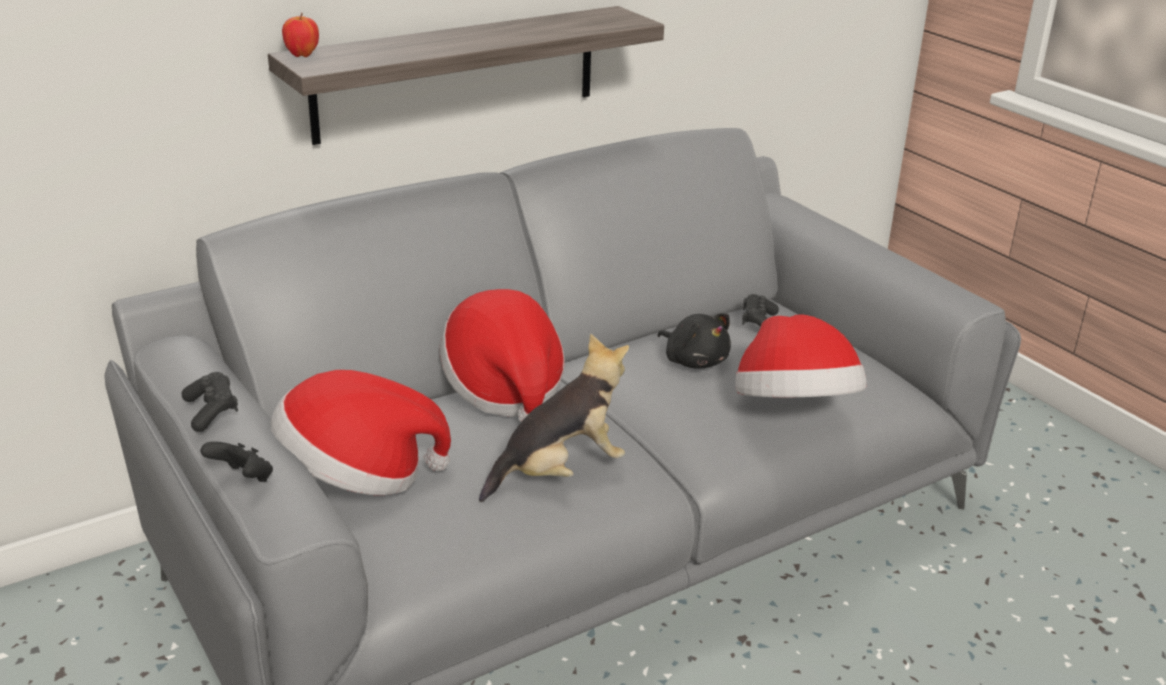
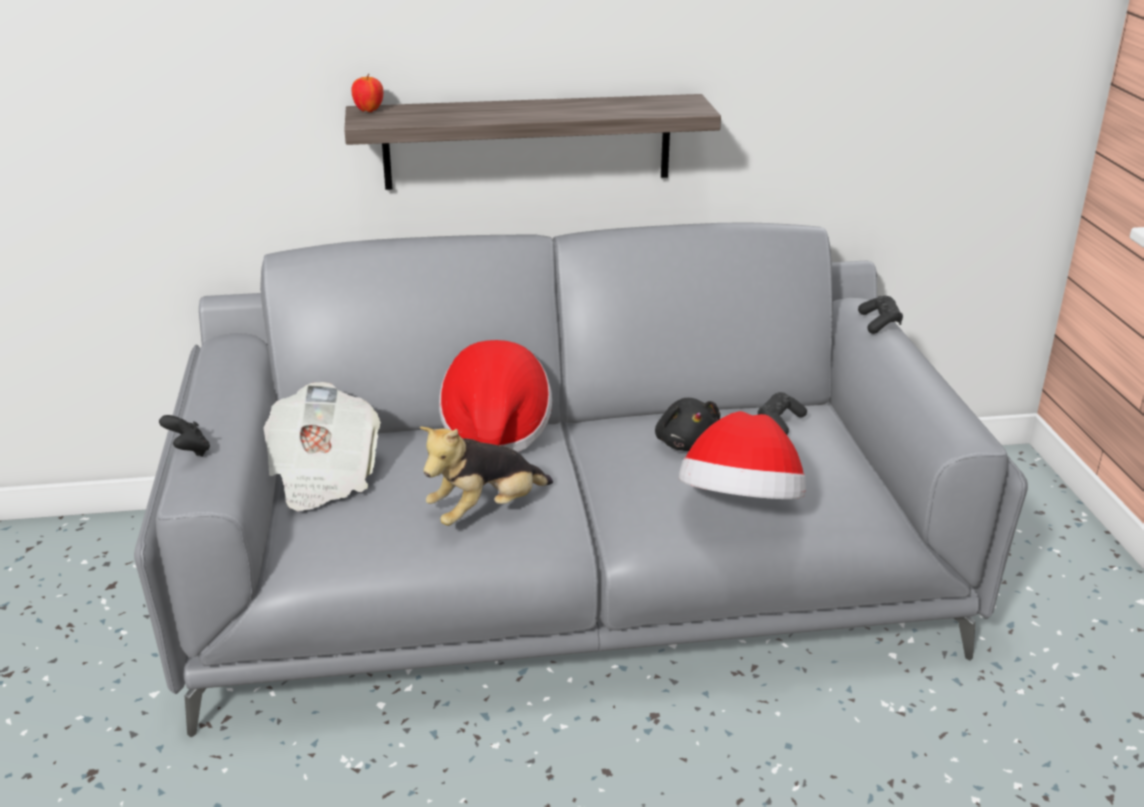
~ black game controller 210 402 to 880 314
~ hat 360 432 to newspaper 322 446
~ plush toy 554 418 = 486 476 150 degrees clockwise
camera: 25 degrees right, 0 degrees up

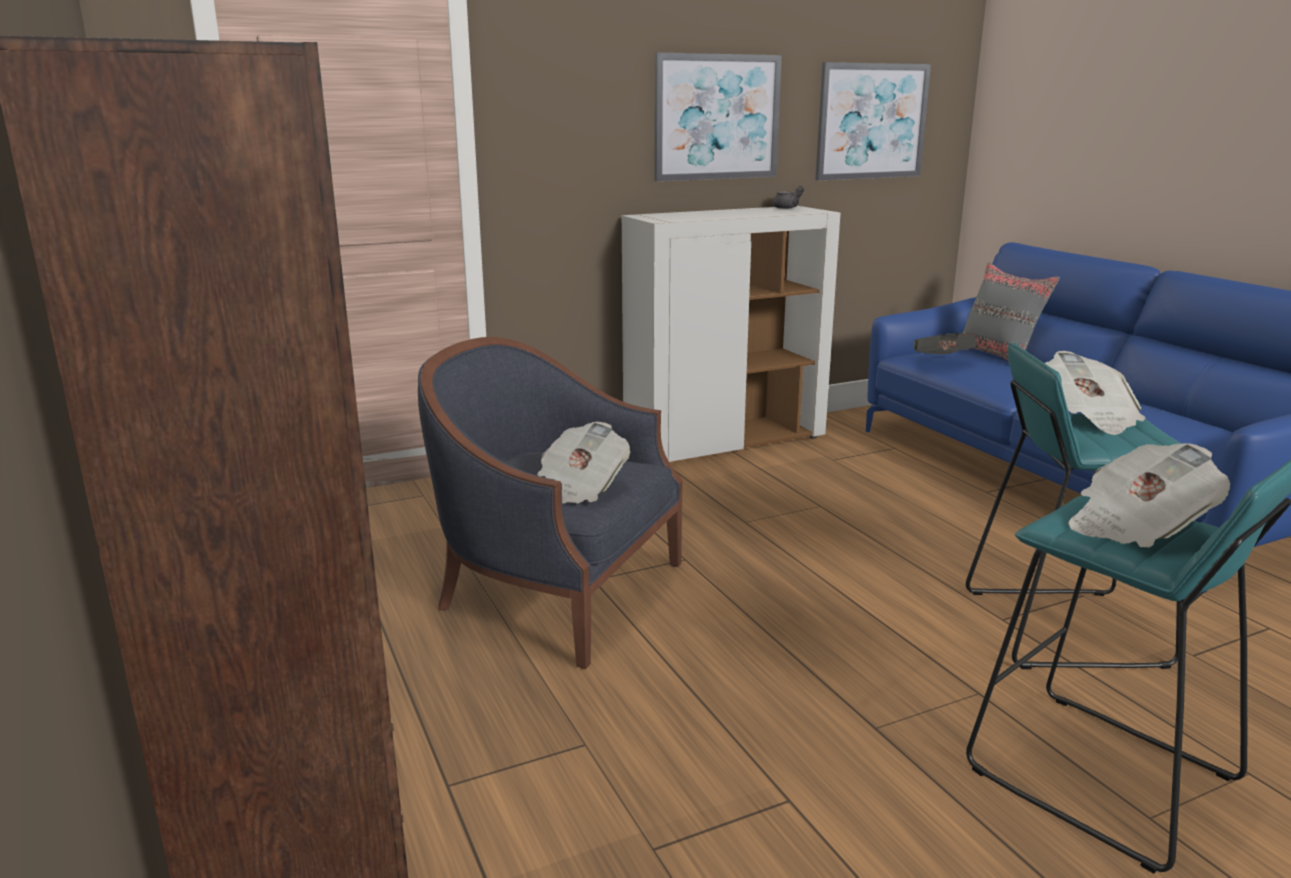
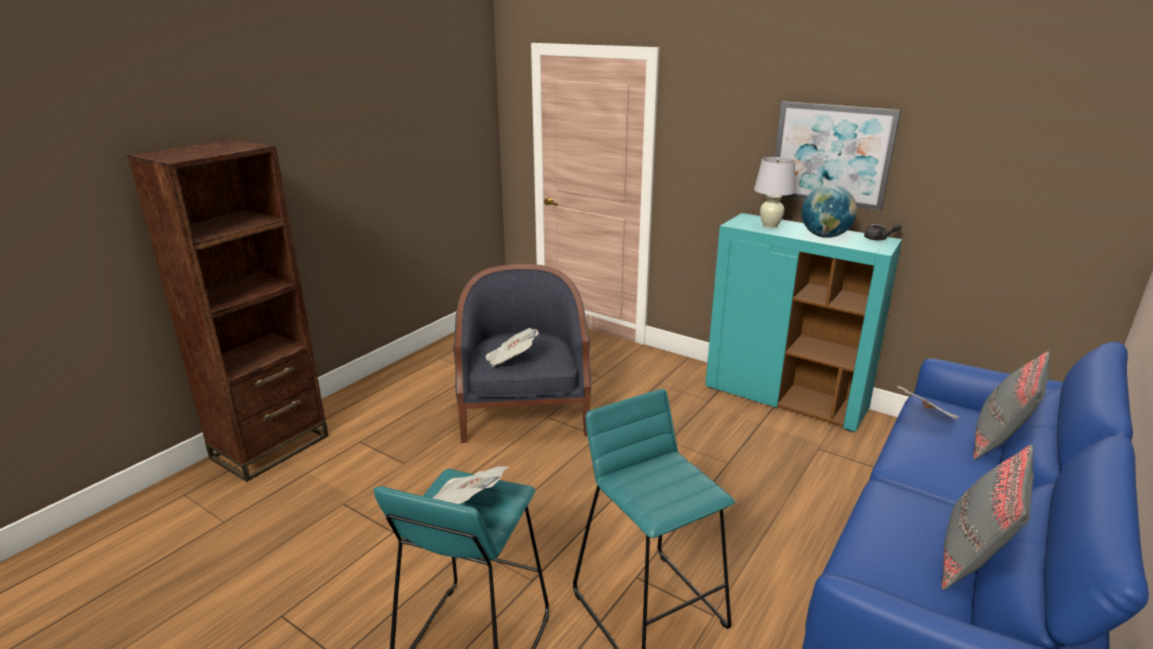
- picture 873 121
- newspaper 1095 393
+ white table lamp 775 192
+ globe 829 211
+ grey pillow 988 517
~ white cabinet 731 334 to turquoise cabinet 803 322
camera: 60 degrees right, 5 degrees up

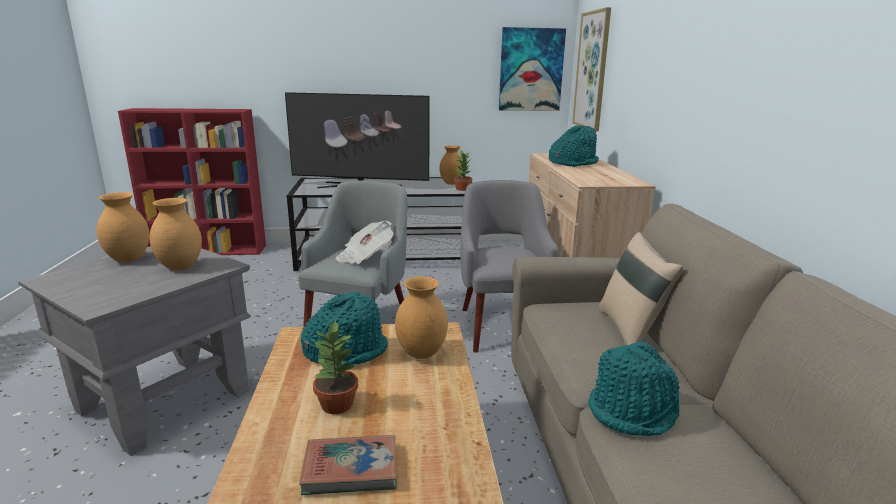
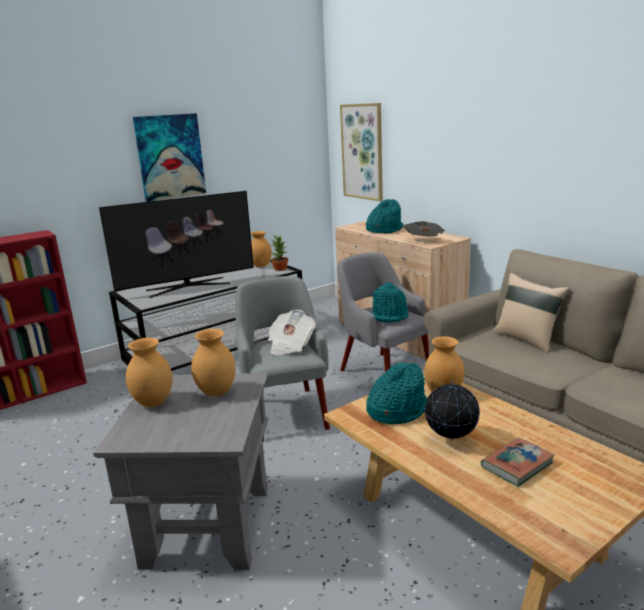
+ newspaper 424 229
~ picture 532 69 to 169 157
~ turquoise hat 634 388 to 389 302
~ potted plant 335 367 to globe 452 410
camera: 30 degrees left, 0 degrees up

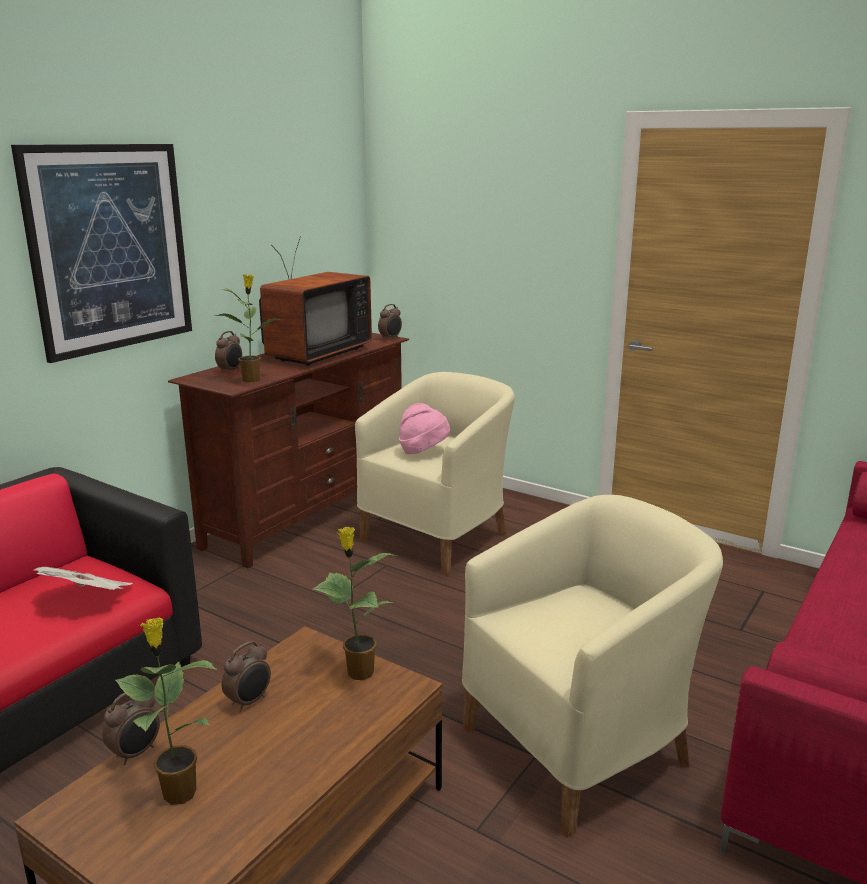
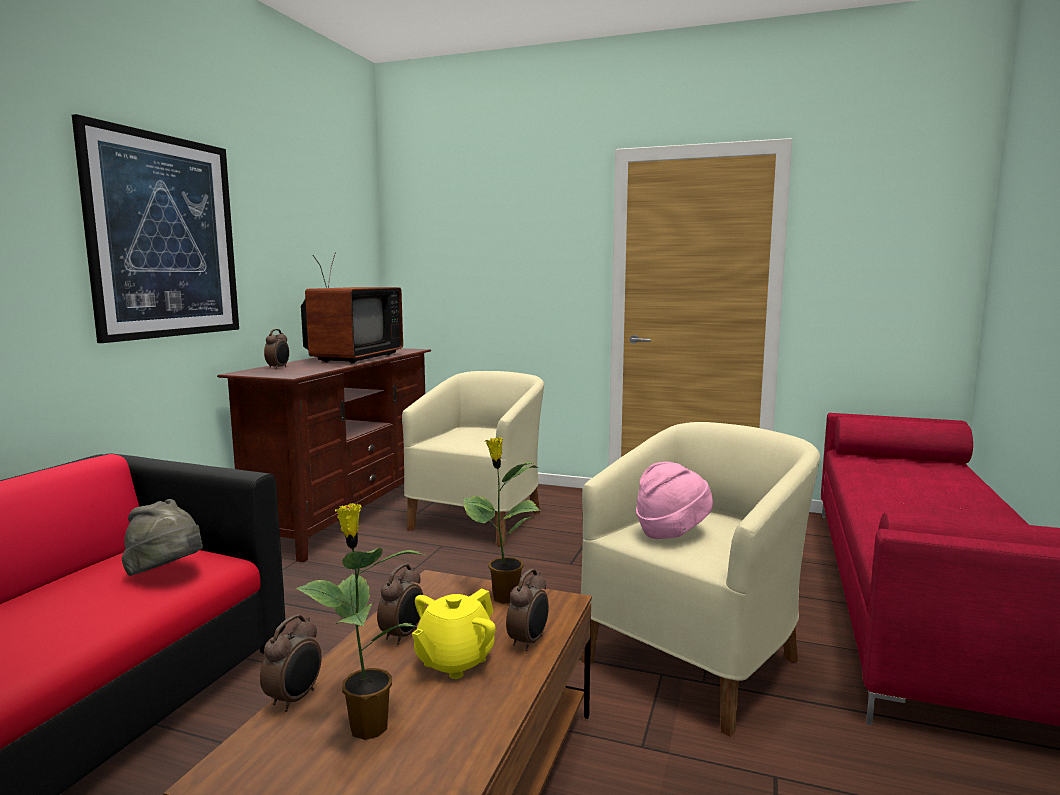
- potted plant 250 328
+ yellow teapot 454 633
~ alarm clock 390 322 to 527 610
~ pink hat 424 428 to 674 500
~ newspaper 83 578 to grey hat 162 537
camera: 15 degrees left, 10 degrees down

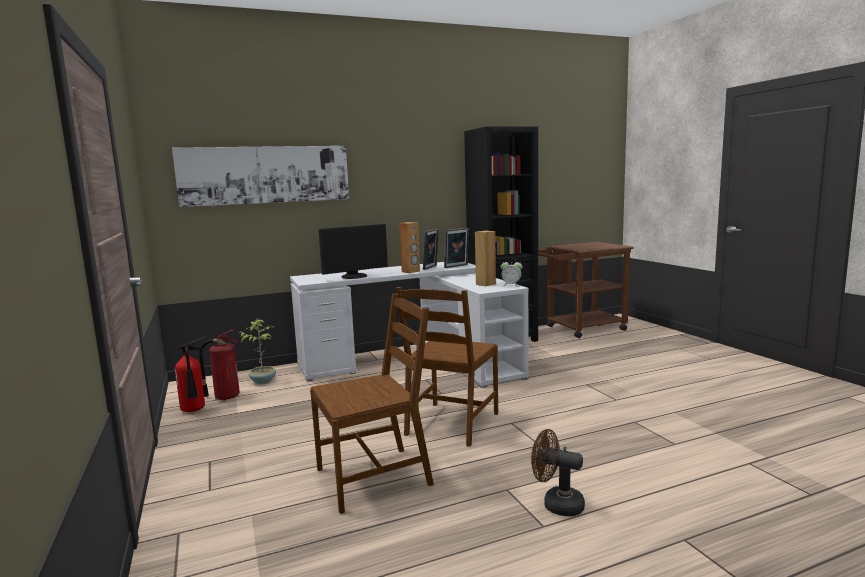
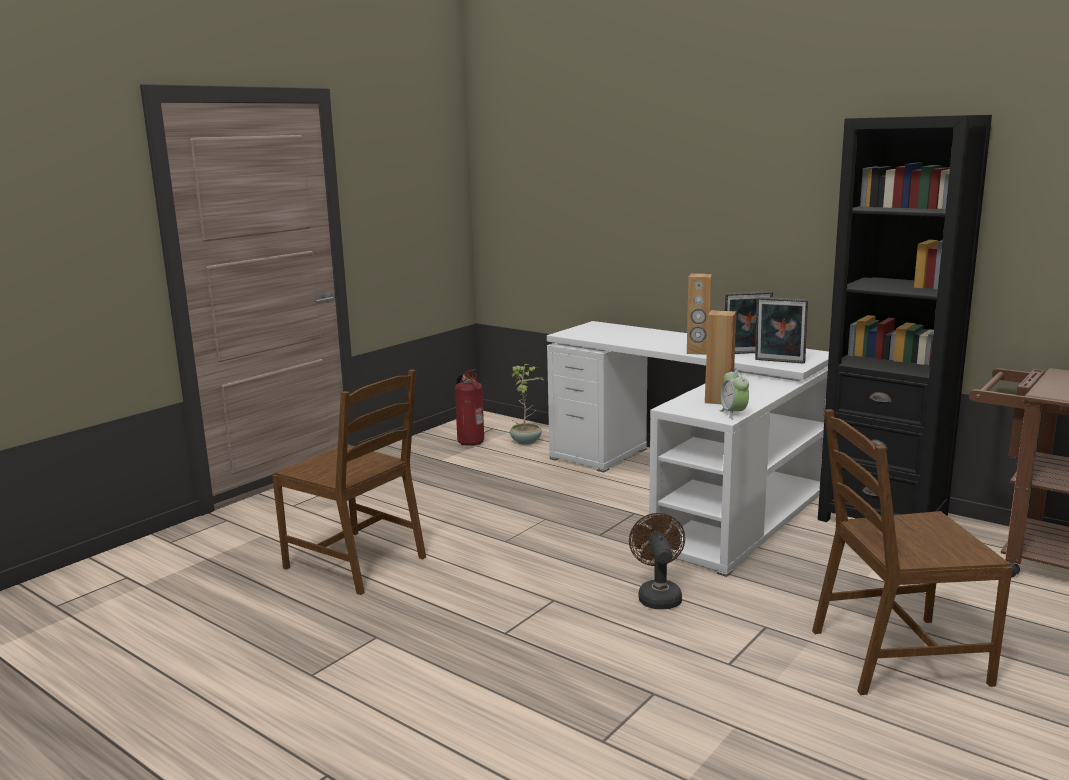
- picture 260 176
- fire extinguisher 191 374
- monitor 353 251
~ brown chair 447 367 to 912 552
~ brown fan 558 473 to 657 561
camera: 60 degrees right, 5 degrees up

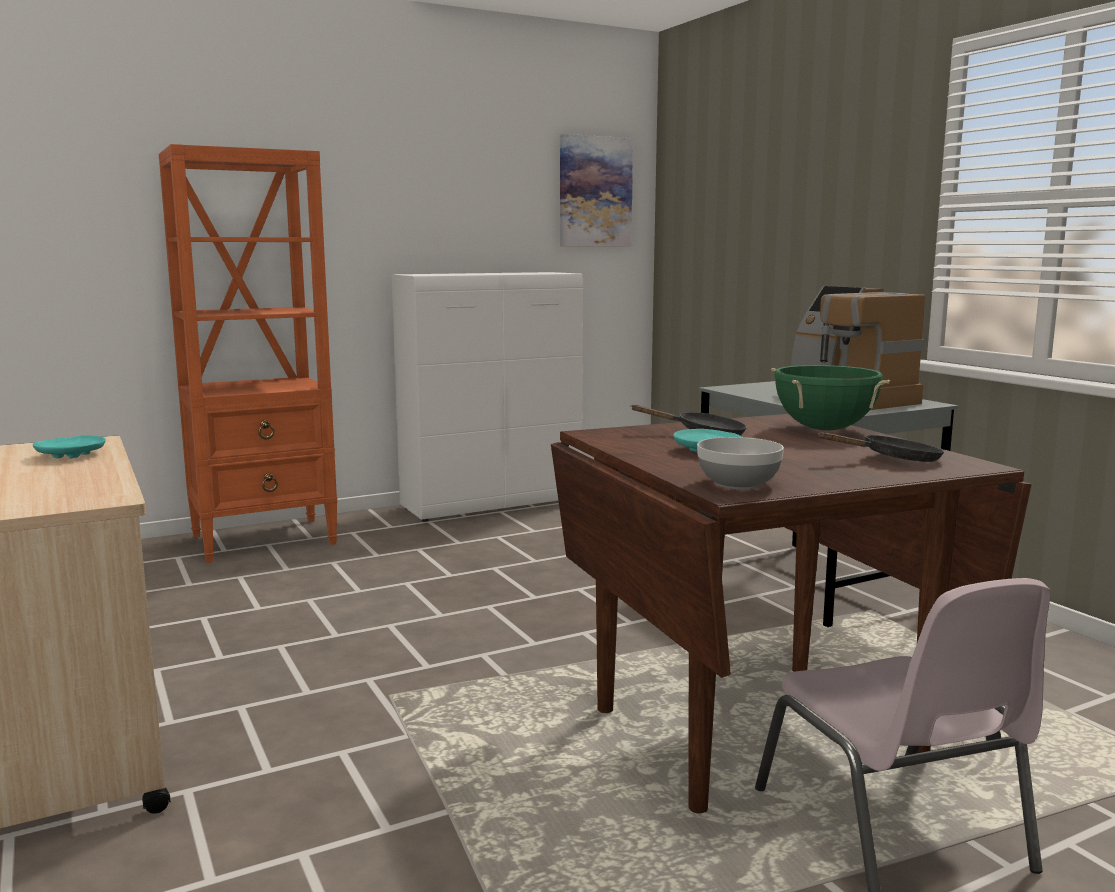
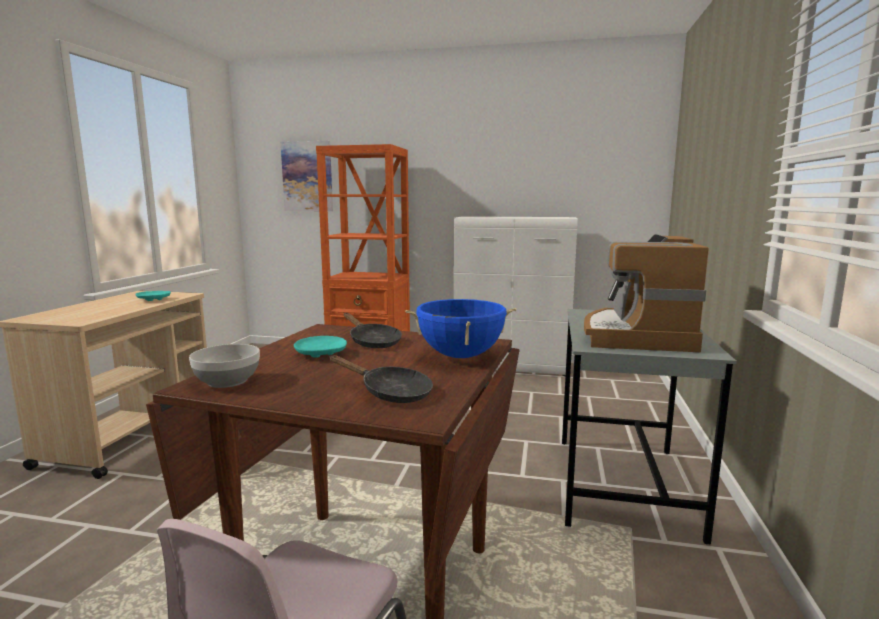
~ picture 596 190 to 307 176
~ green cooking pot 830 398 to blue cooking pot 460 328
camera: 40 degrees right, 0 degrees up

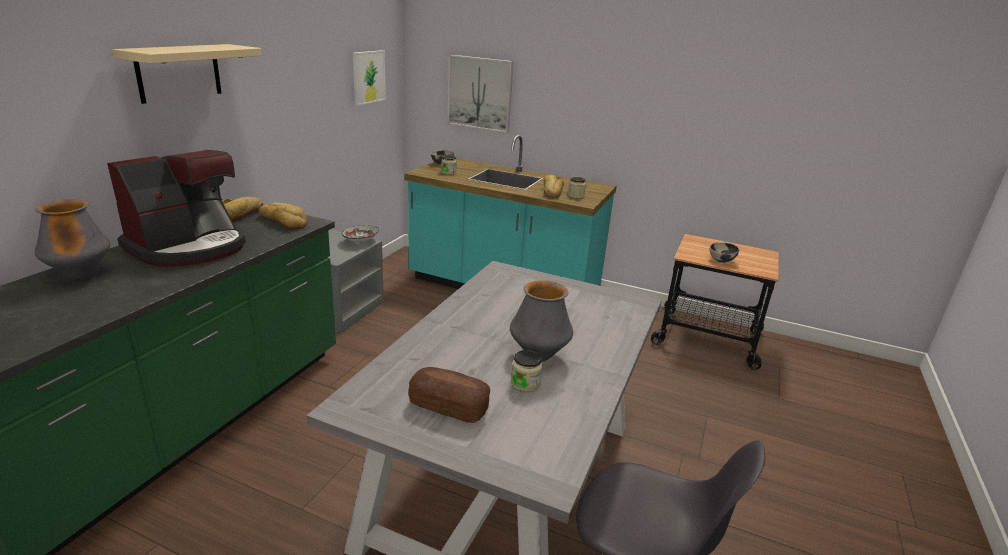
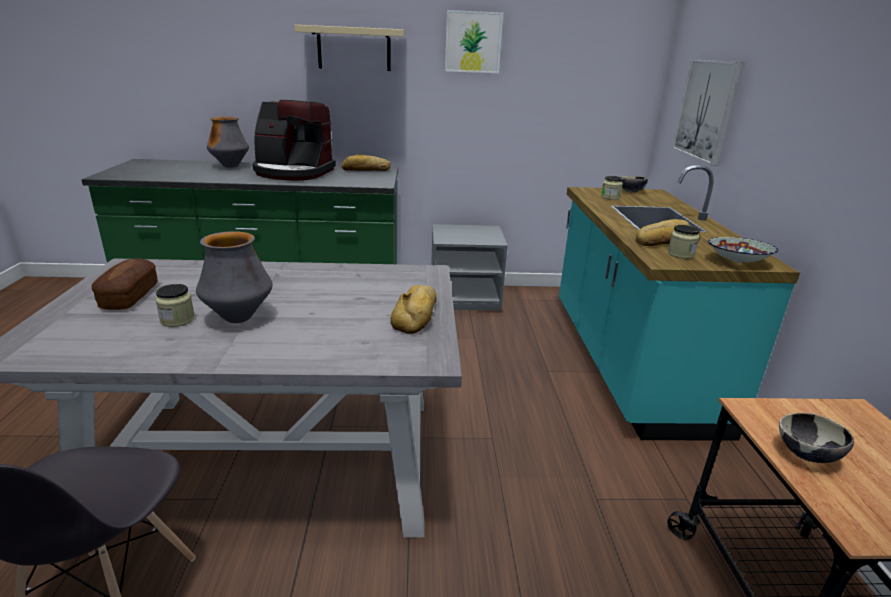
~ bread 283 215 to 413 309
~ bowl 360 234 to 743 250
~ picture 369 78 to 474 41
camera: 65 degrees right, 0 degrees up

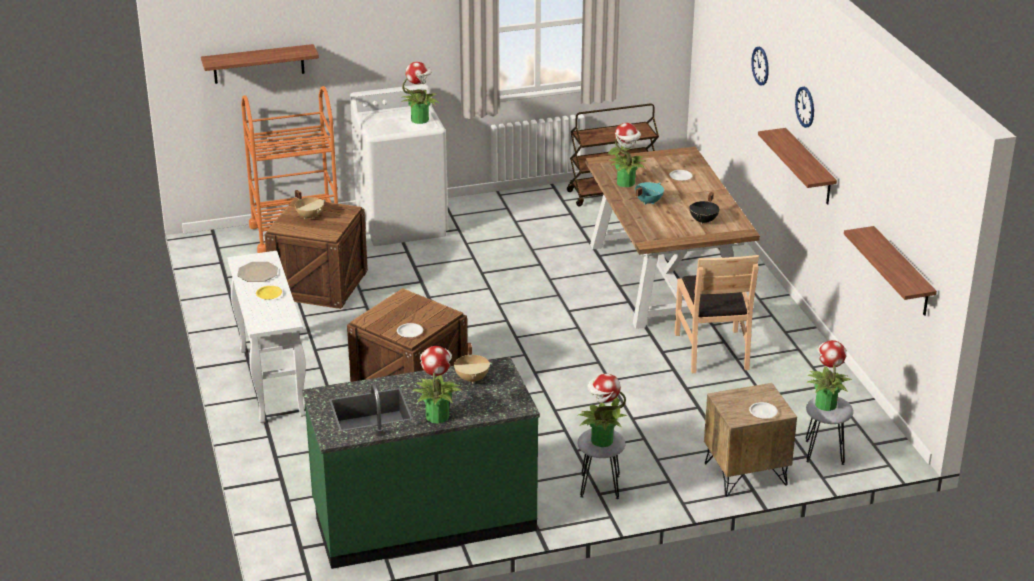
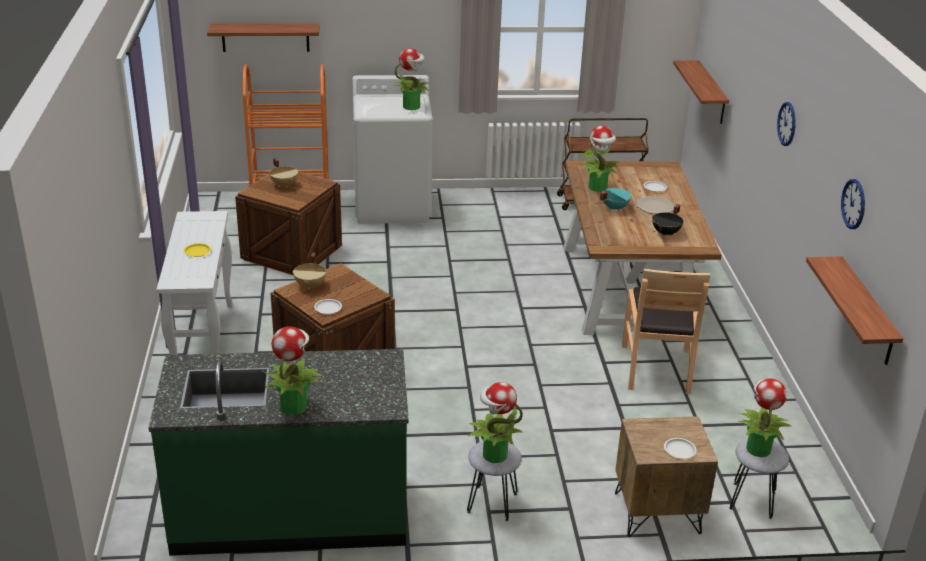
~ plate 257 272 to 655 205
~ beige cooking pot 472 363 to 309 271
~ wall clock 760 66 to 853 204
~ shelf 797 166 to 701 92
camera: 10 degrees right, 0 degrees up

